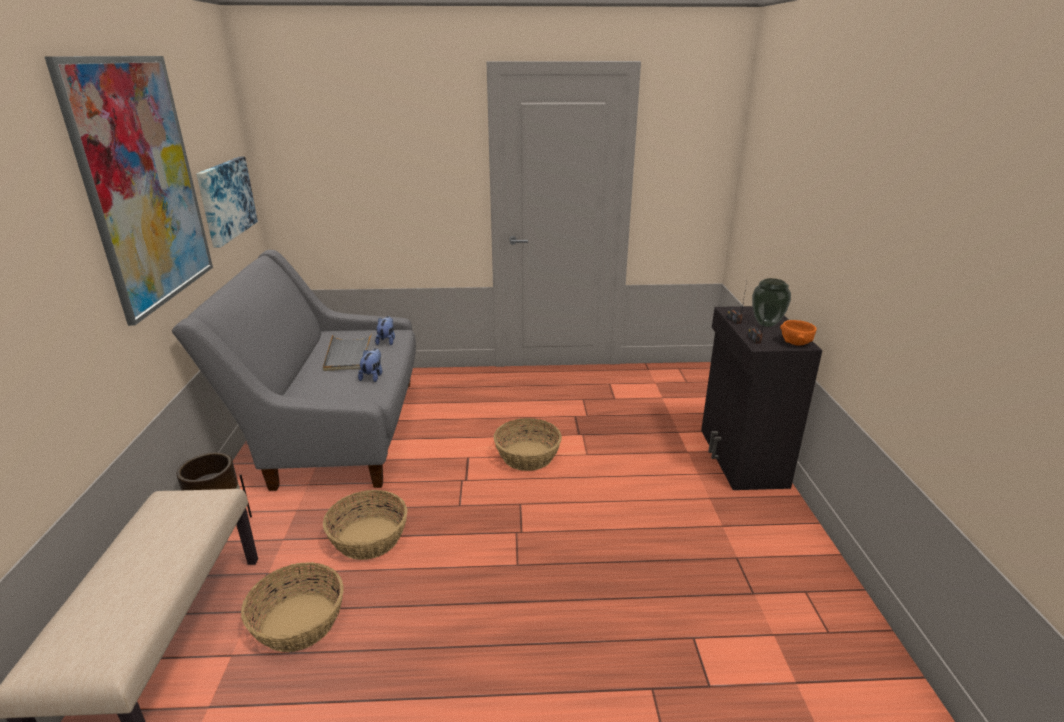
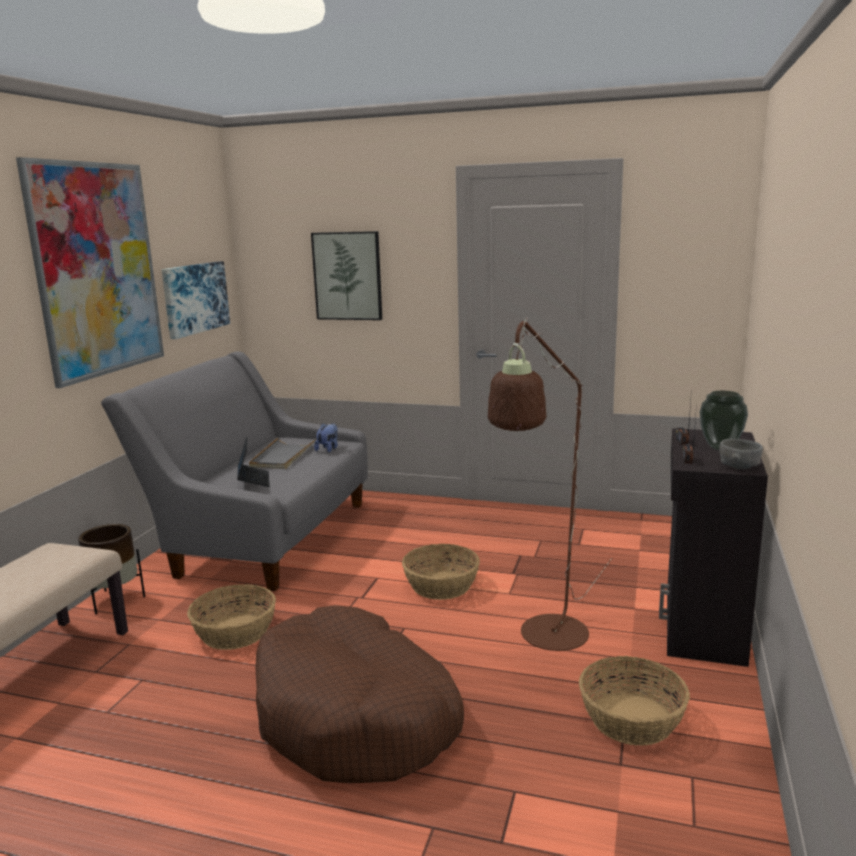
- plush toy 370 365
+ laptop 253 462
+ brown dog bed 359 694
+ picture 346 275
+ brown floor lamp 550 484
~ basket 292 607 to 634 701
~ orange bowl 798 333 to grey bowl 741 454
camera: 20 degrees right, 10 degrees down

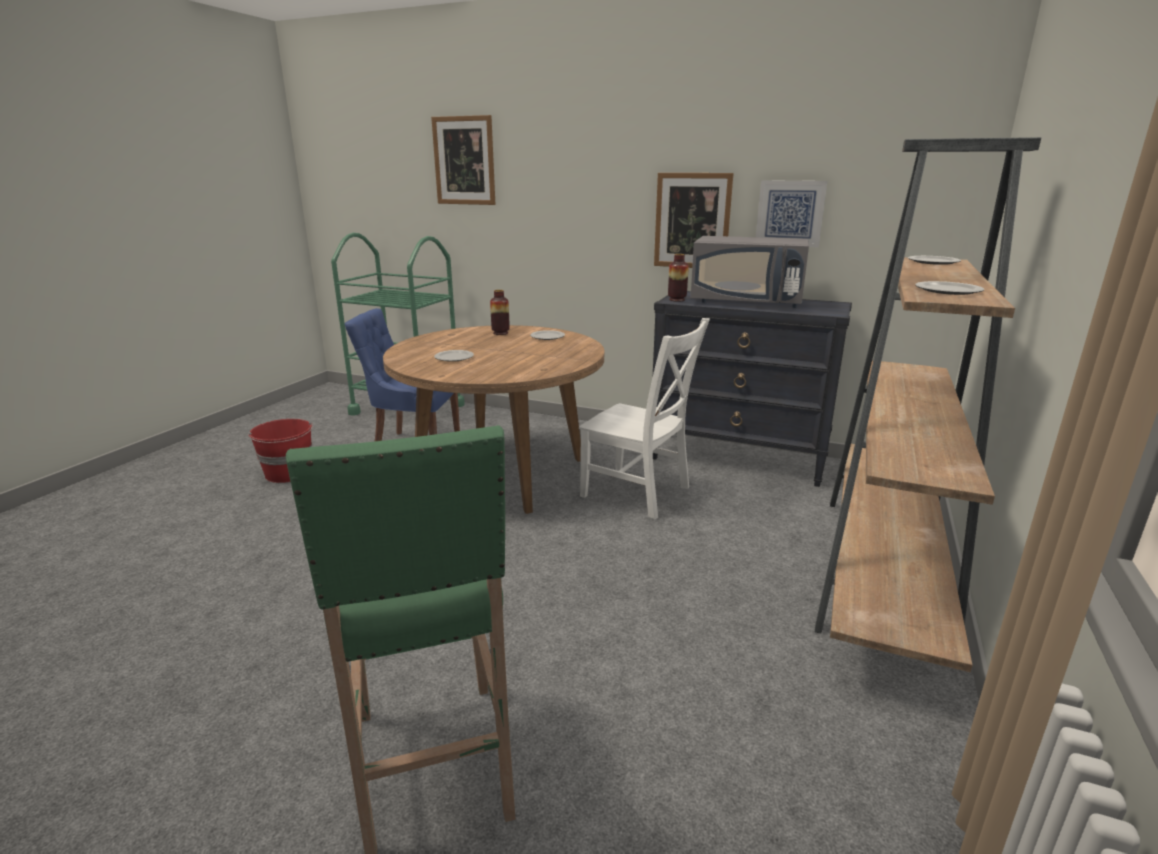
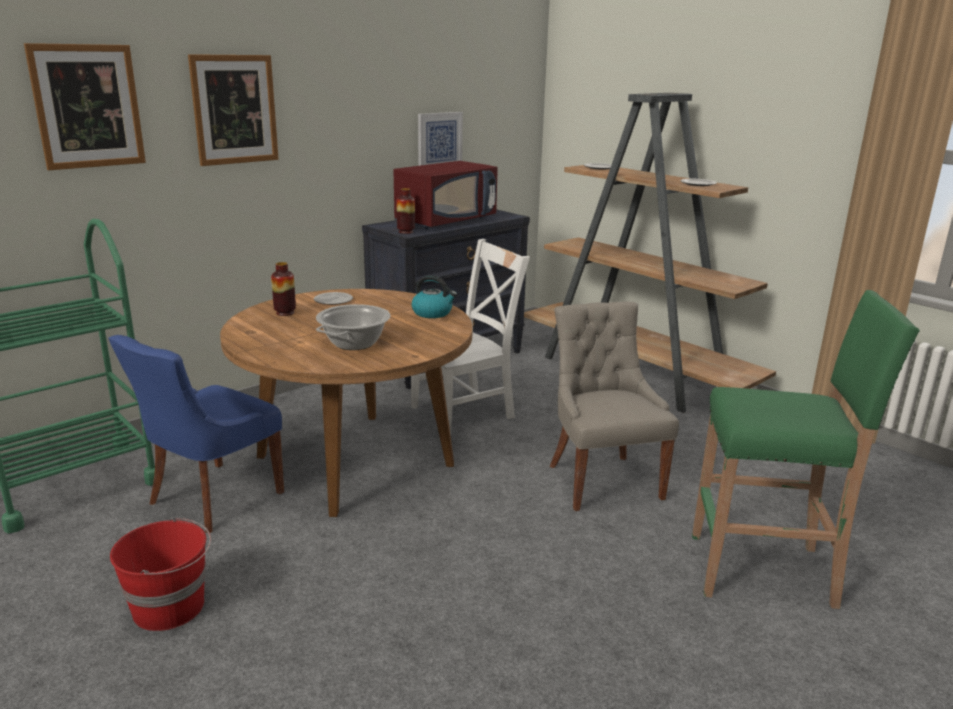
+ kettle 434 296
+ grey chair 614 406
~ picture 694 220 to 233 110
~ plate 454 356 to cooking pot 353 327
~ grey microwave 749 272 to red microwave 446 195
camera: 65 degrees left, 0 degrees up

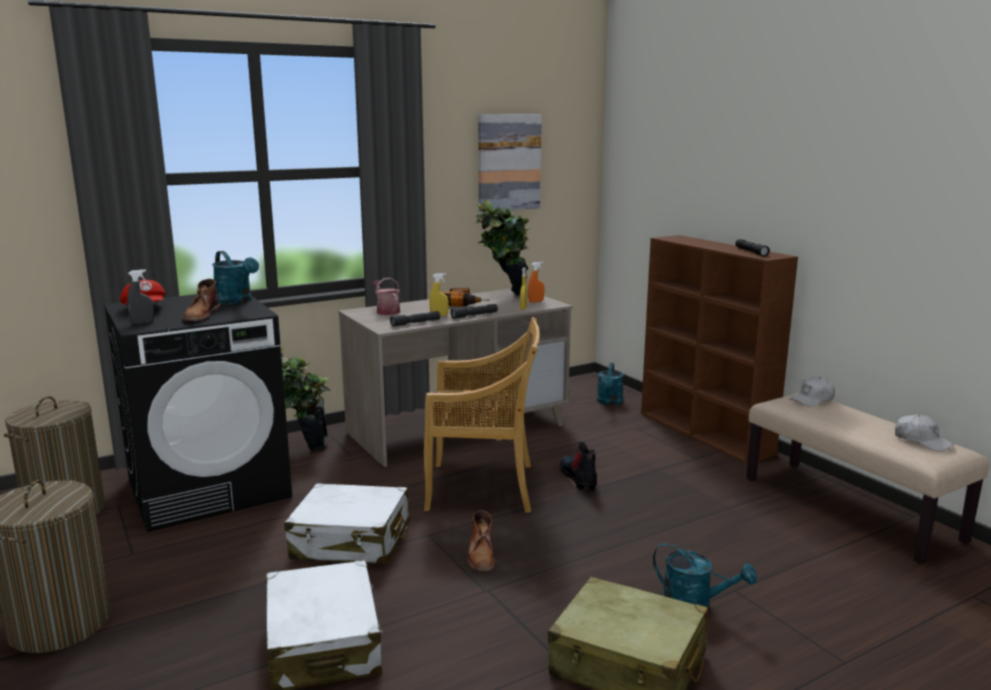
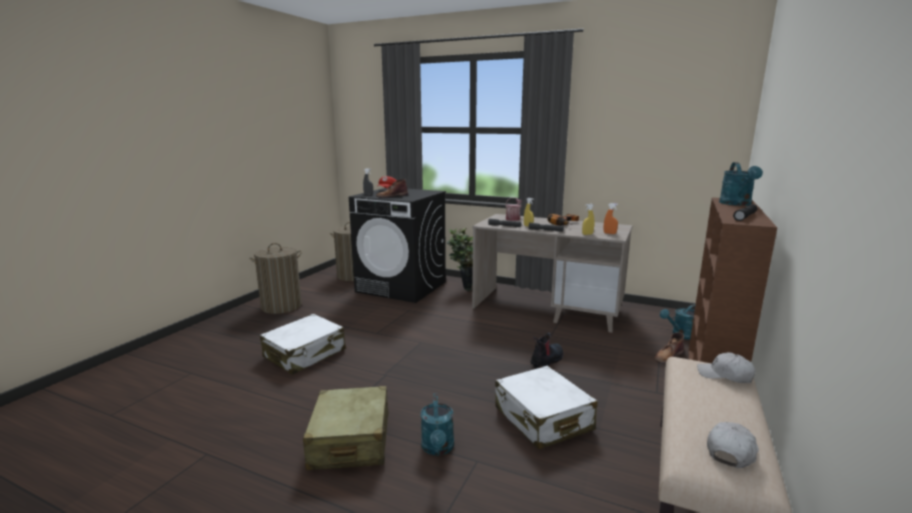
- beige chair 482 415
- potted plant 503 247
- picture 510 163
~ turquoise watering can 235 277 to 741 184
~ white suitcase 347 524 to 546 407
~ brown boot 481 541 to 669 348
~ white cap 924 432 = 733 445 150 degrees counterclockwise
camera: 55 degrees right, 0 degrees up

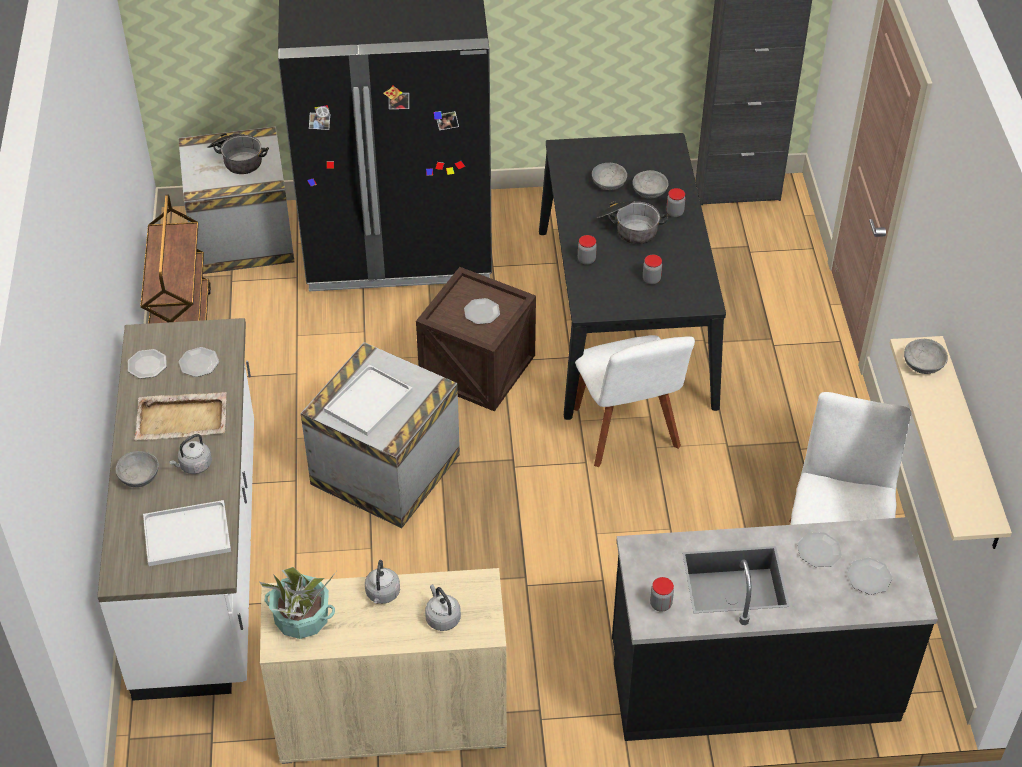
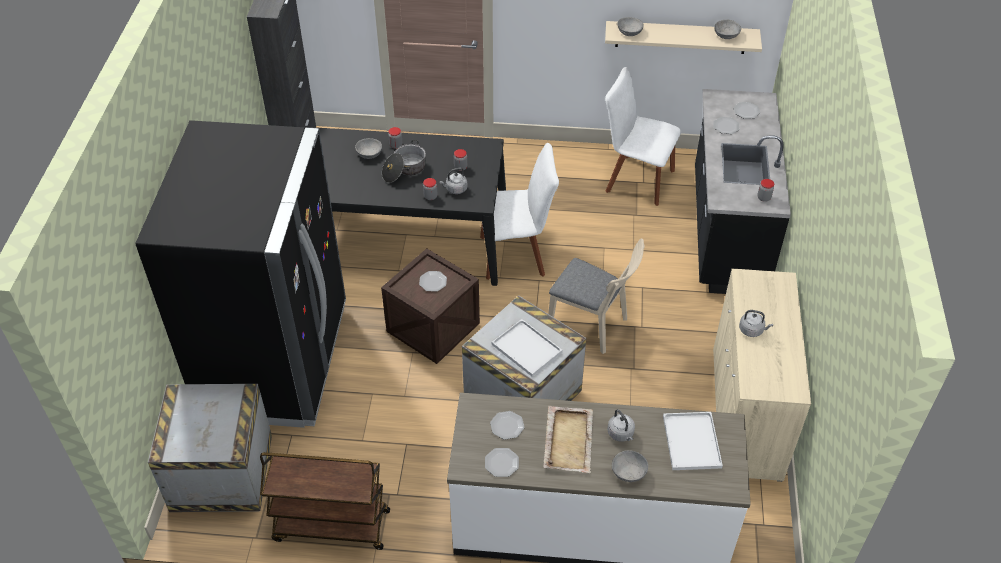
- cooking pot 238 153
- potted plant 298 603
+ beige chair 596 296
~ grey kettle 443 607 to 453 181
~ grey bowl 609 176 to 727 29
camera: 80 degrees left, 0 degrees up

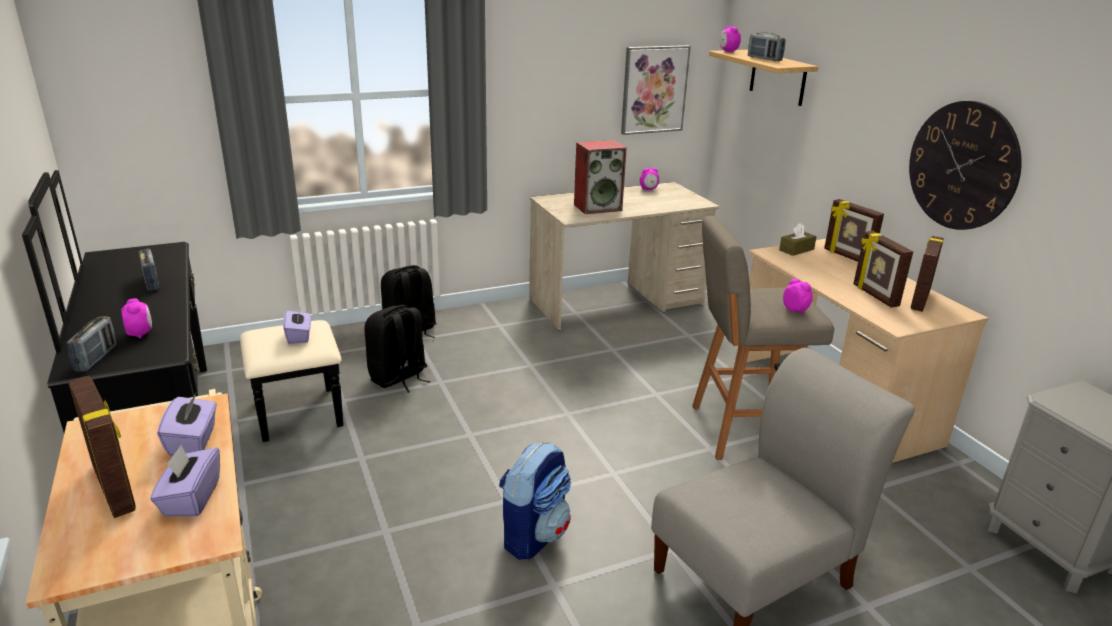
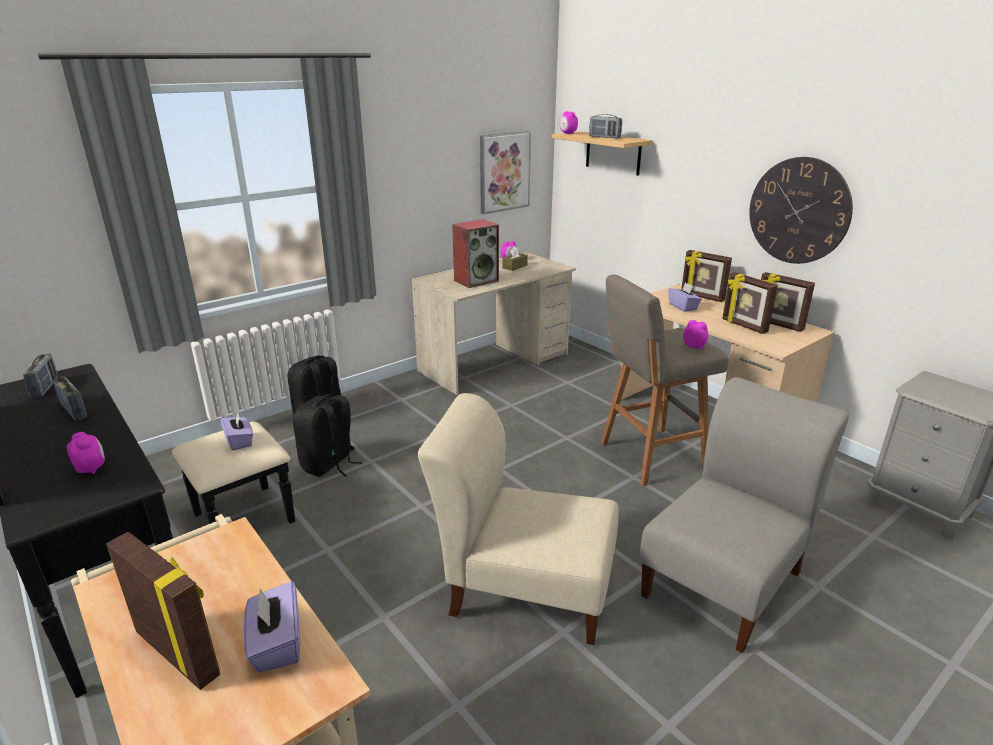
~ radio 92 344 to 40 376
~ purple tissue box 187 424 to 685 297
~ brown tissue box 798 239 to 515 258
~ backpack 535 501 to beige chair 518 519
~ picture frame 927 274 = 788 302 60 degrees counterclockwise
camera: 15 degrees left, 0 degrees up

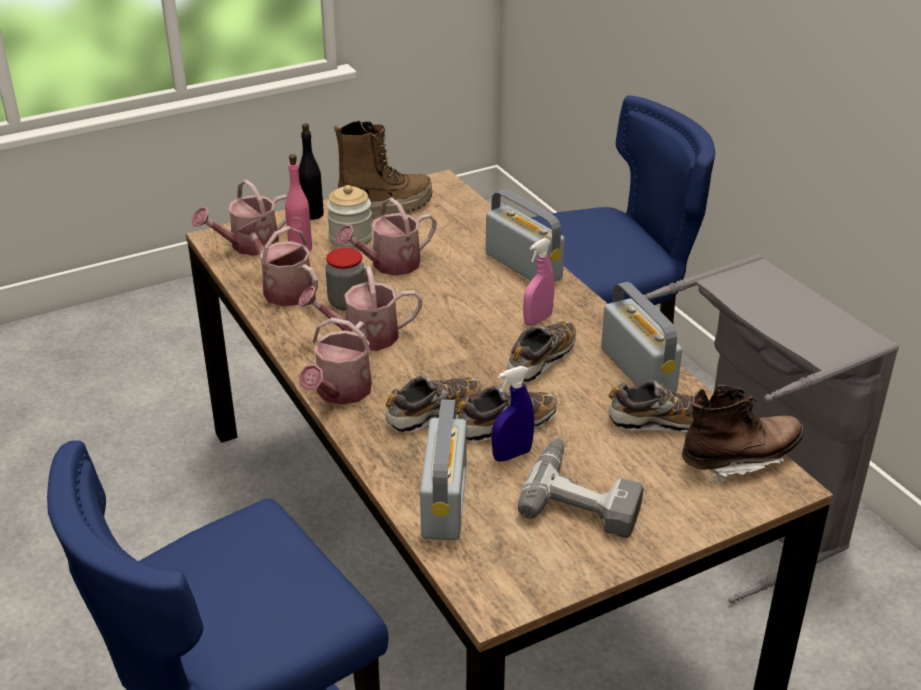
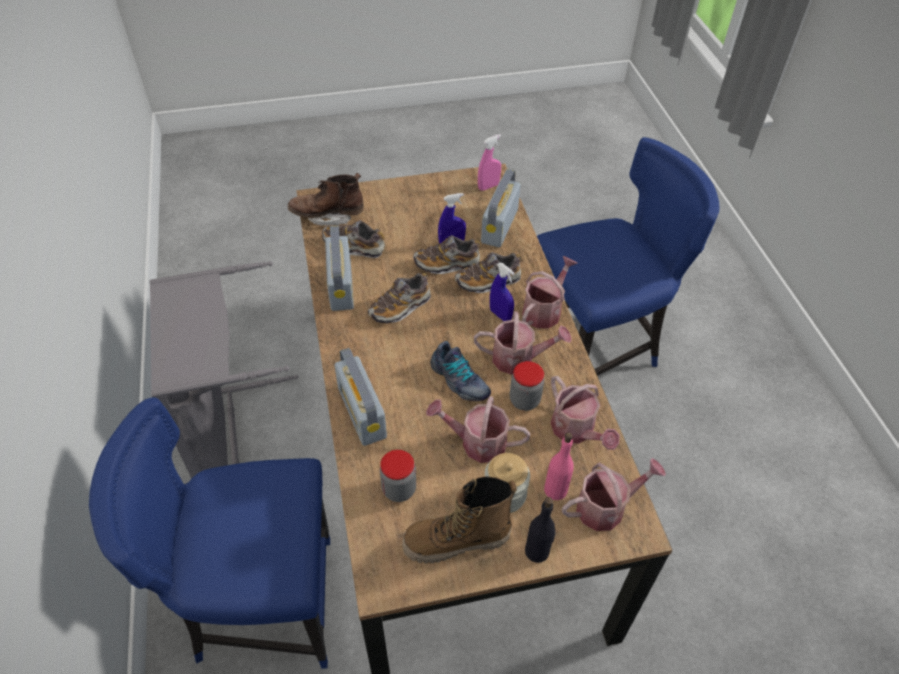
- power drill 581 488
+ jar 398 476
+ shoe 460 371
+ blue spray bottle 502 292
~ pink spray bottle 539 282 to 489 162
~ watering can 386 237 = 478 429 150 degrees counterclockwise
camera: 165 degrees left, 15 degrees up

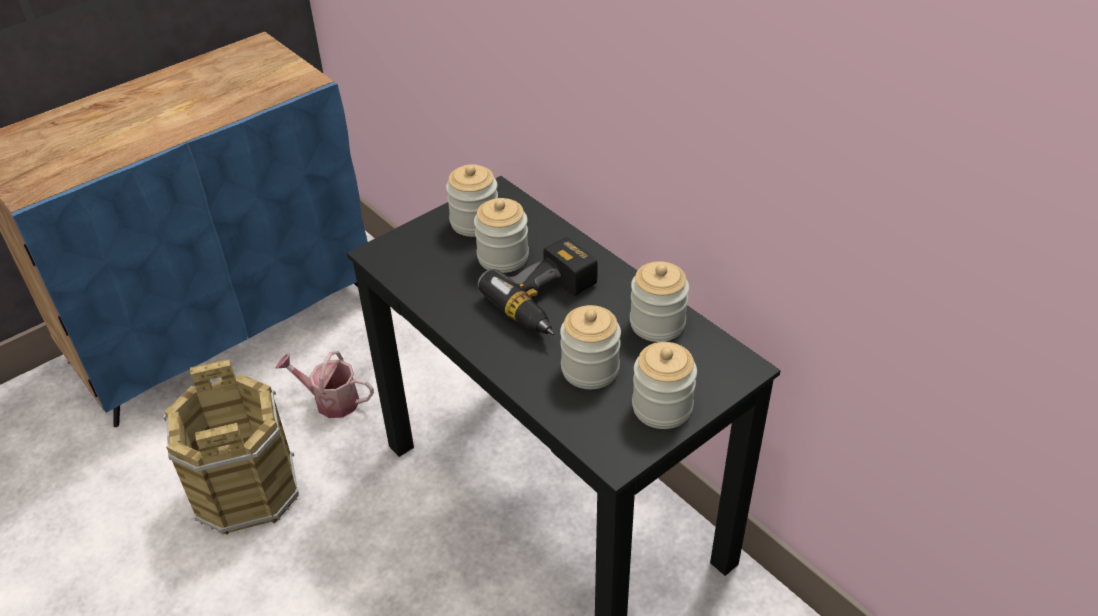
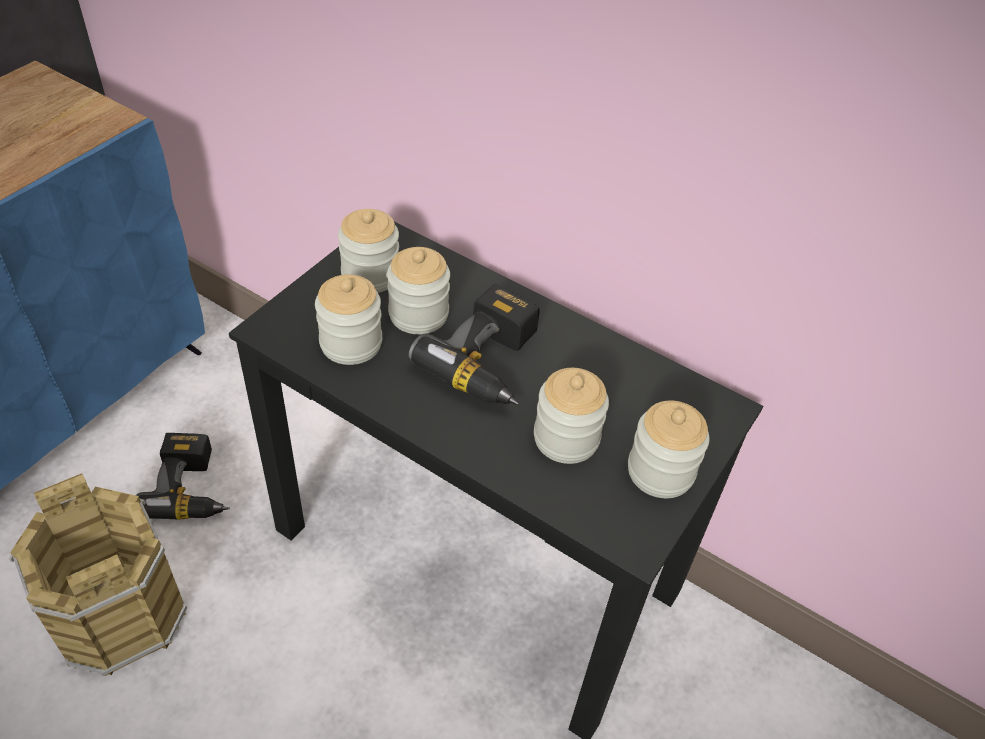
~ jar 659 301 to 348 319
~ watering can 324 384 to power drill 183 476
camera: 20 degrees left, 5 degrees up

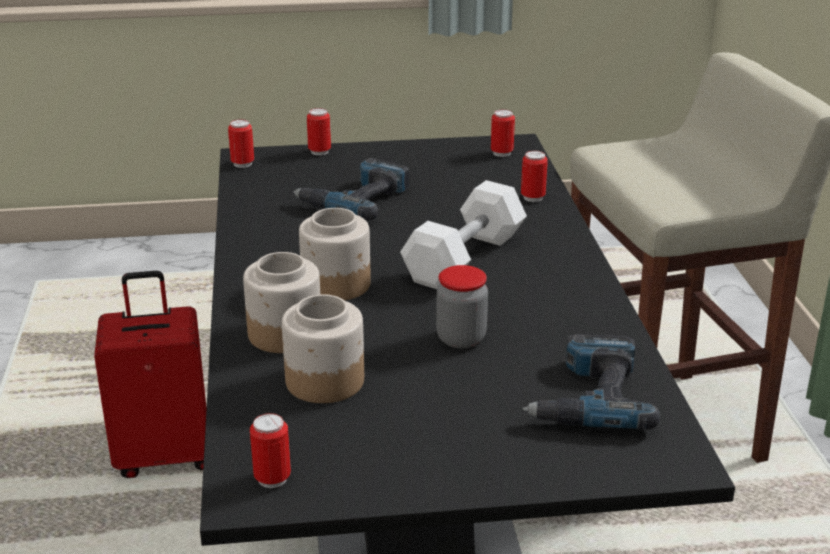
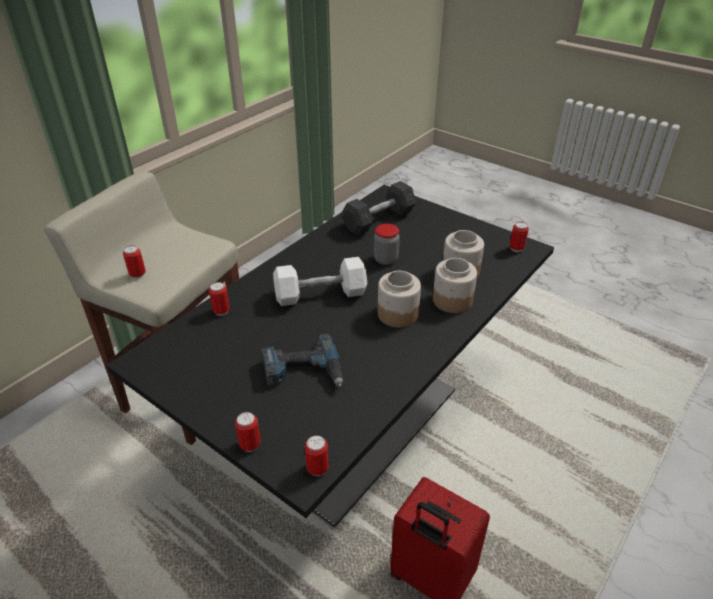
~ can 503 133 to 134 262
~ power drill 591 382 to grey dumbbell 379 208
camera: 135 degrees left, 10 degrees up

